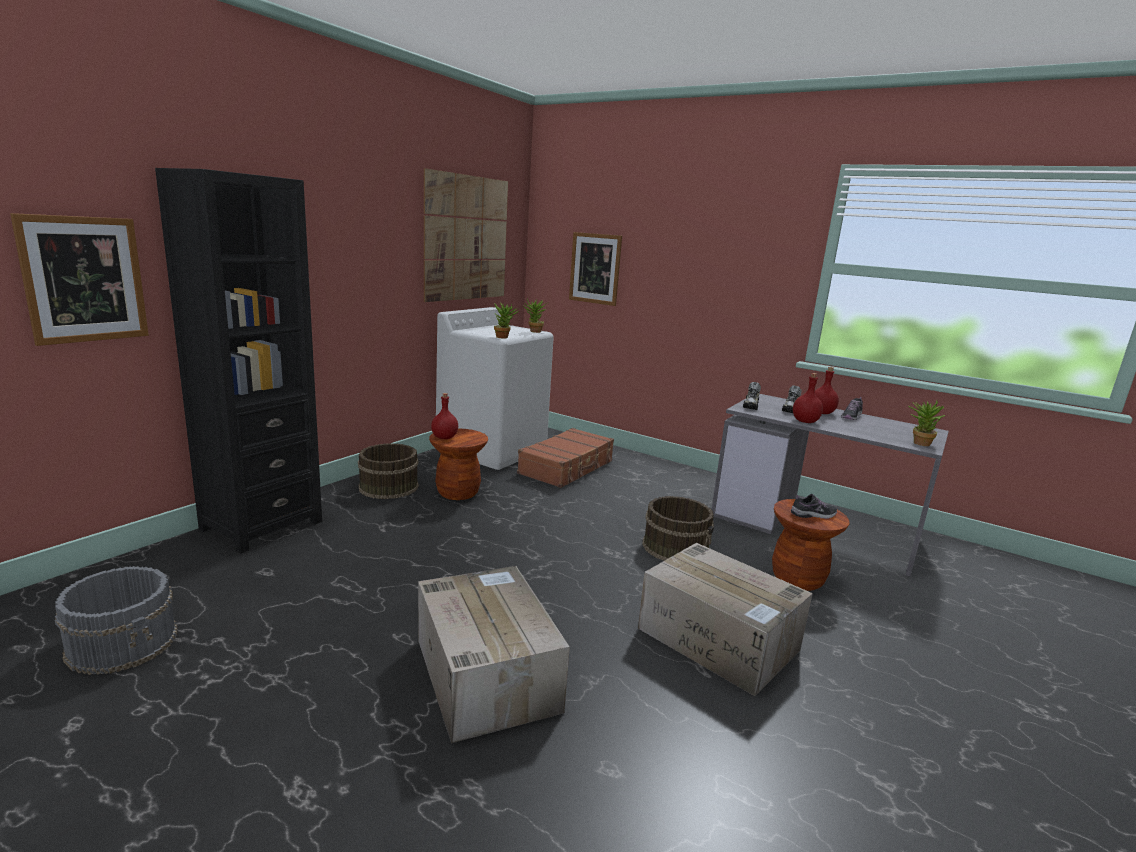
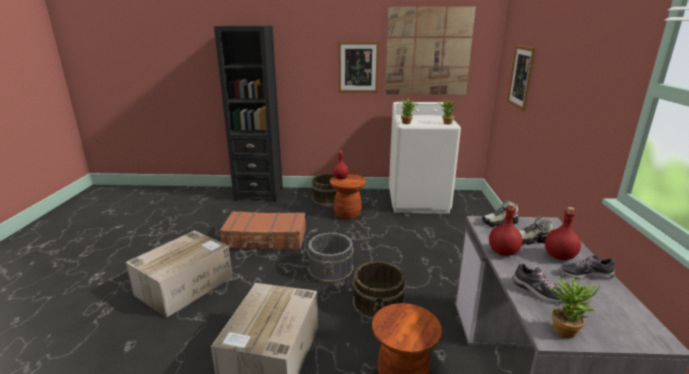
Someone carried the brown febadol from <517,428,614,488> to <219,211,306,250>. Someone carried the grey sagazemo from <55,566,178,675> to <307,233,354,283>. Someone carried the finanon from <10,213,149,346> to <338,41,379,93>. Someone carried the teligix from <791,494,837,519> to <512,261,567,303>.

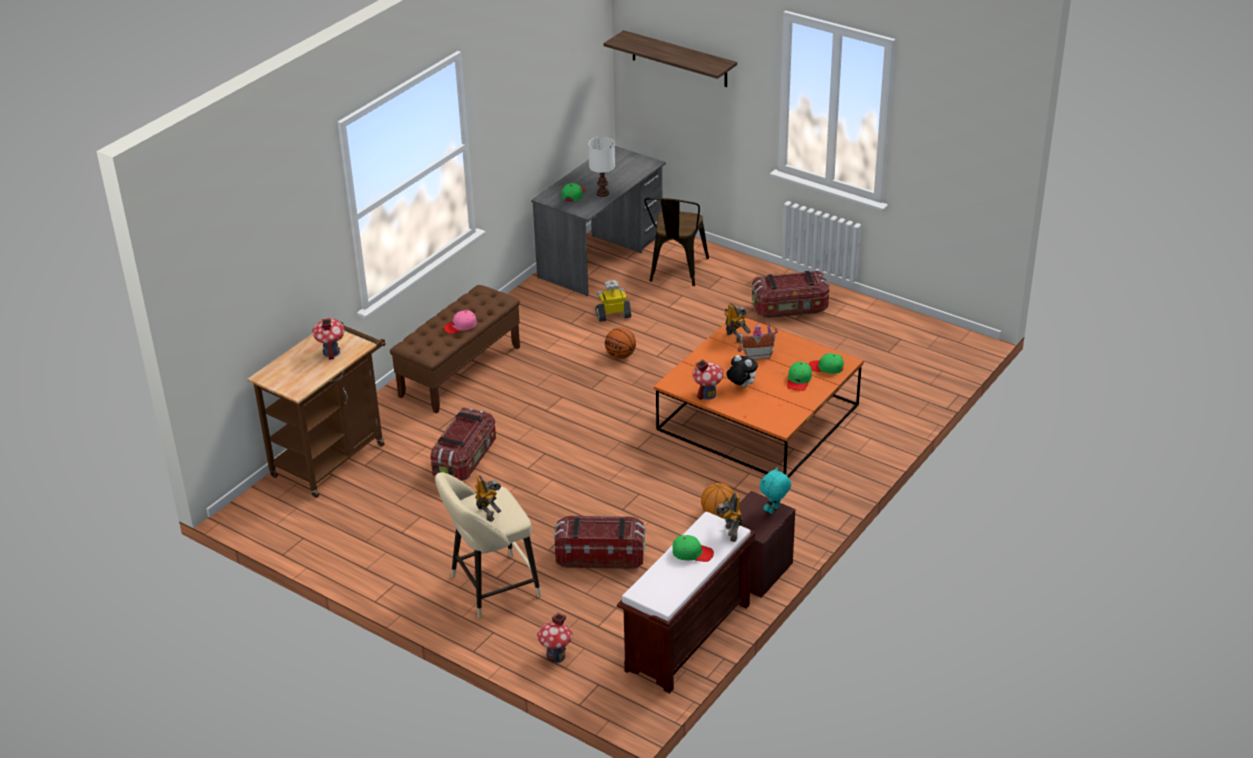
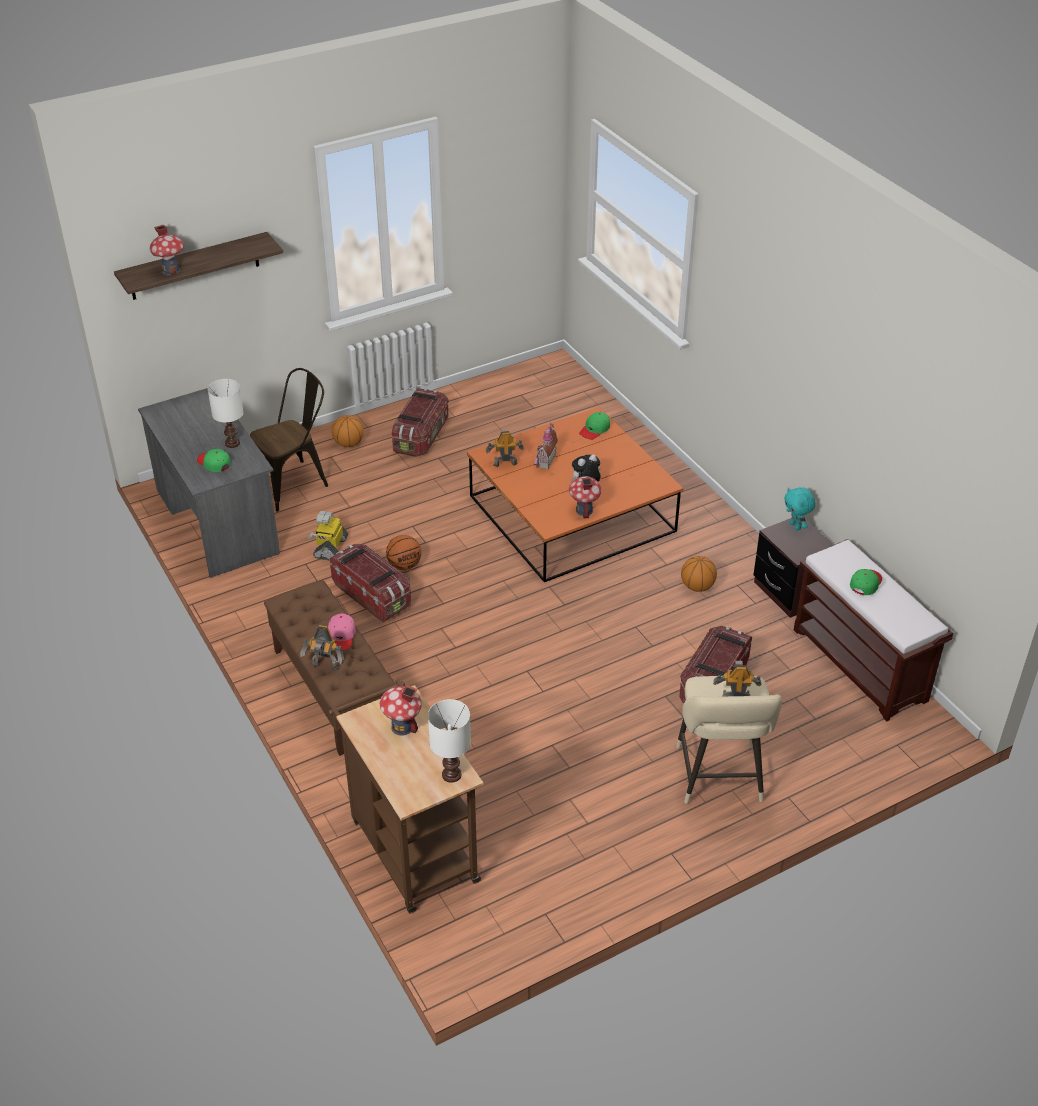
Someone carried the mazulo from <537,612,573,663> to <150,225,184,276>. Someone rotated the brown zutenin at <644,198,709,286> by 75 degrees counterclockwise. Someone carried the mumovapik from <715,493,742,542> to <300,625,344,671>. Someone carried the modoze from <430,407,496,481> to <329,544,411,623>. Someone put down the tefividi at <332,415,364,447>. Someone put down the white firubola at <428,699,471,783>. Someone took away the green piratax at <787,362,812,391>.

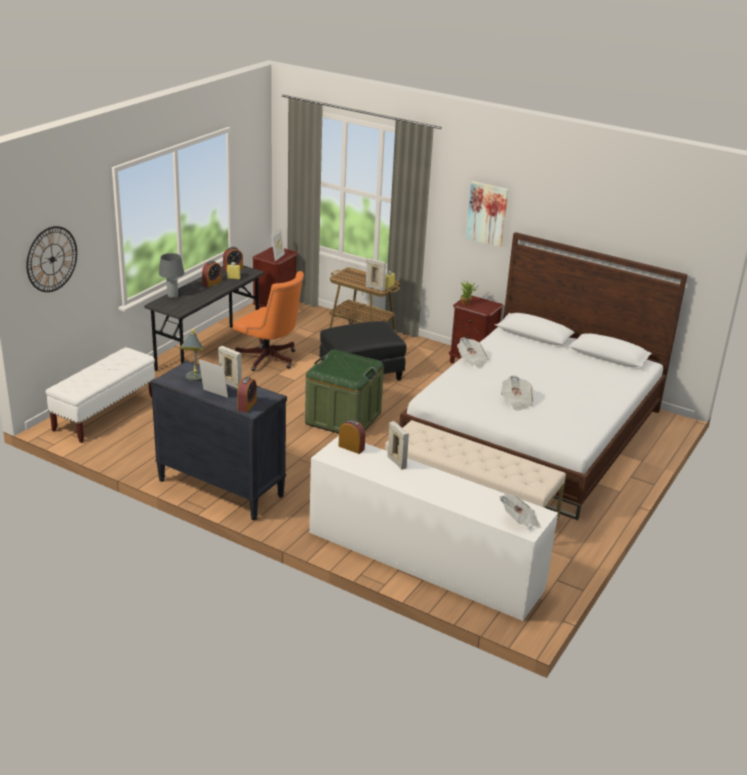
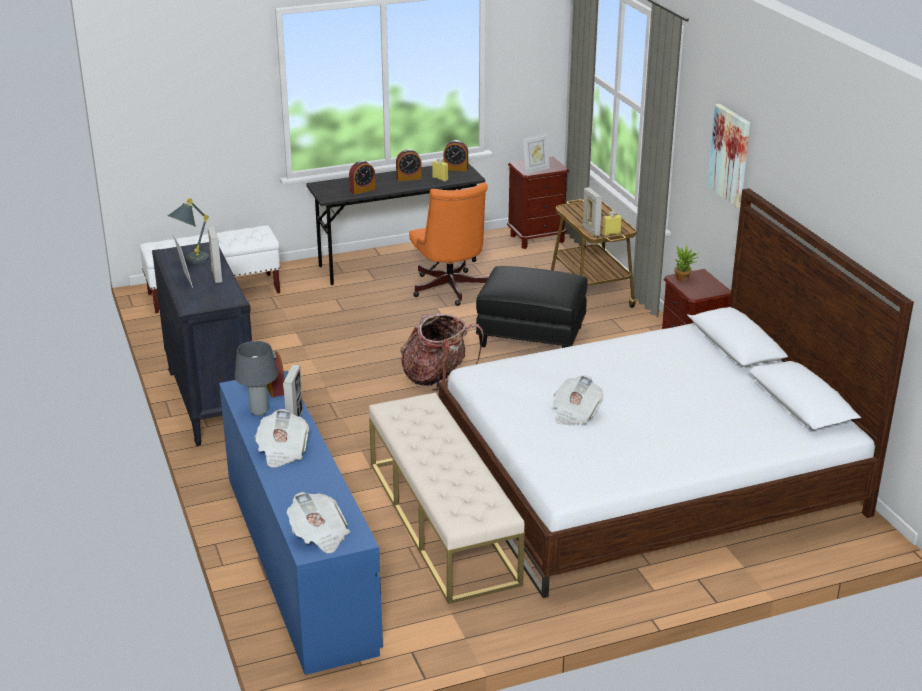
Someone repainted the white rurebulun at <309,436,558,621>, which became the blue rurebulun at <219,371,383,675>. Someone carried the grey firubola from <159,253,184,298> to <235,341,278,416>. Someone carried the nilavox from <457,337,489,368> to <255,409,309,468>. Someone carried the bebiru from <237,377,257,413> to <349,160,376,195>. Someone swapped the green modoze at <305,349,384,434> for the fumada at <401,313,484,391>. Someone took away the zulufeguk at <26,226,77,292>.

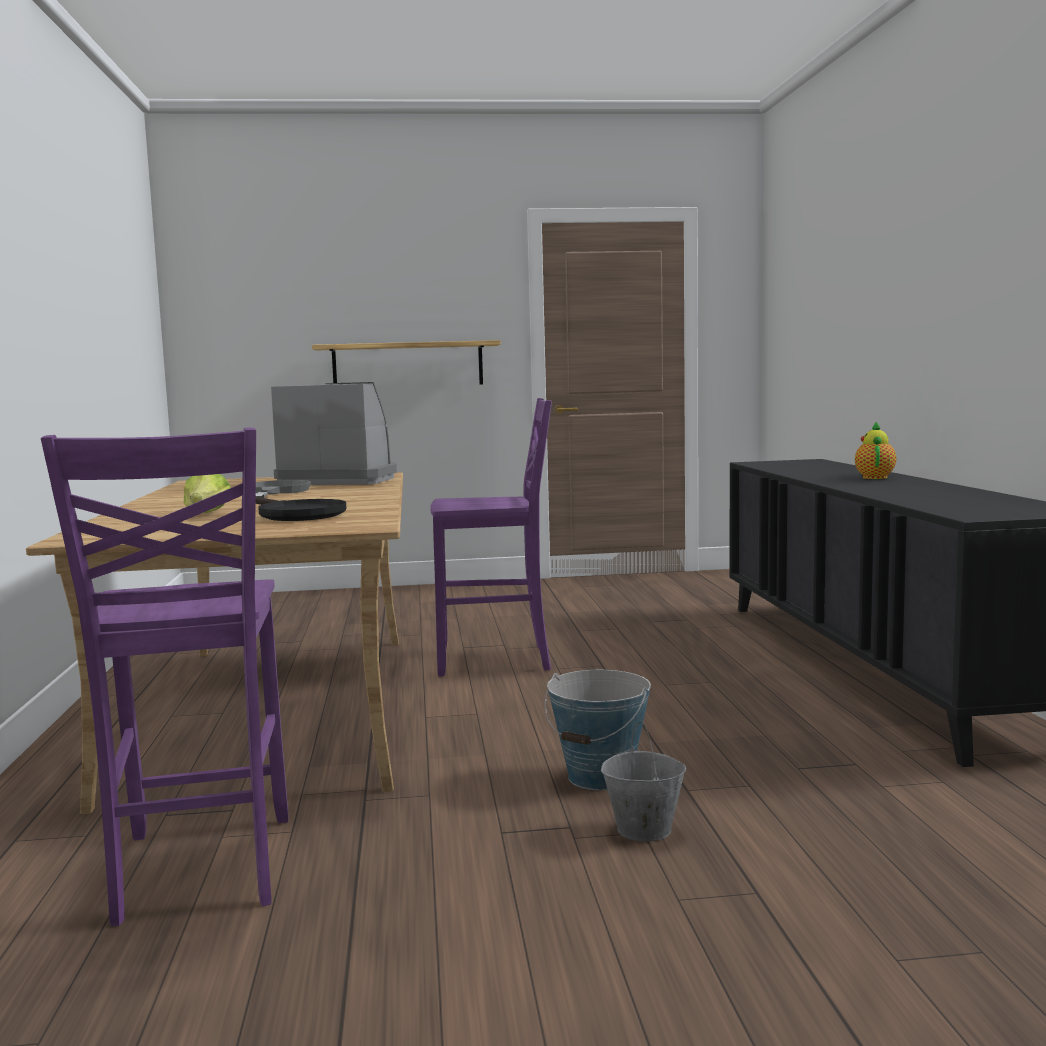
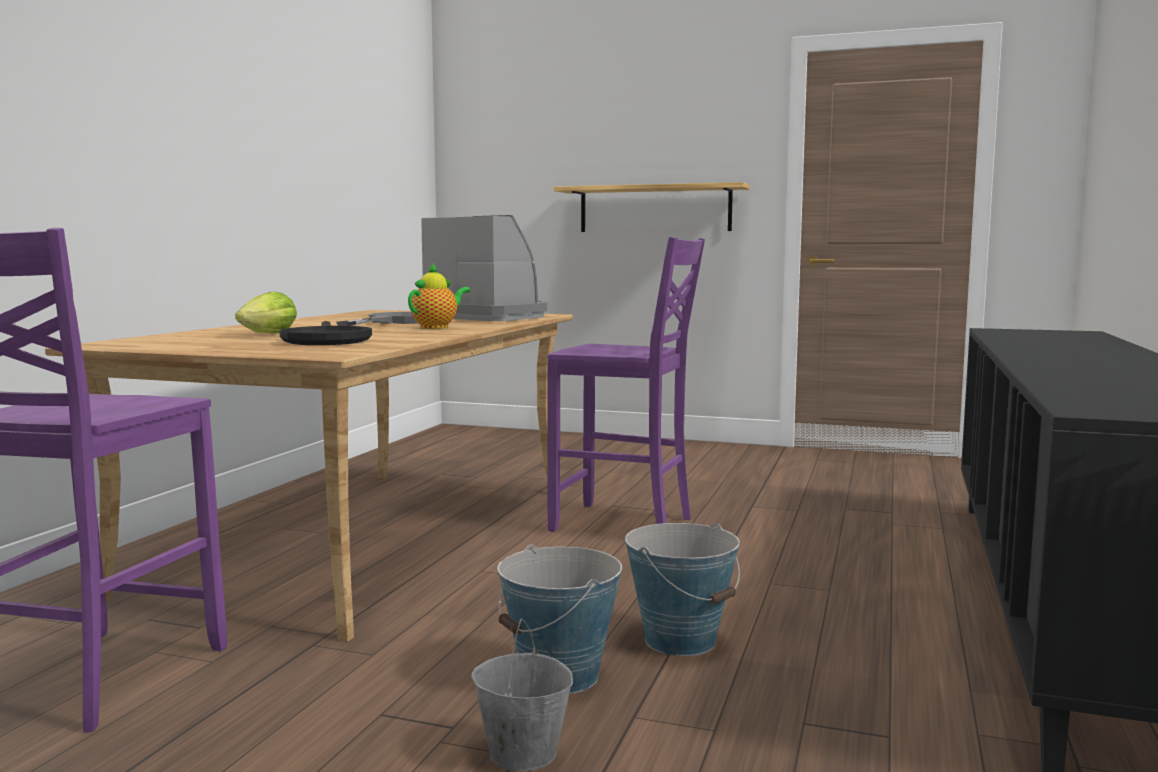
Someone carried the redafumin from <855,421,896,479> to <408,262,470,329>. Someone put down the sagazemo at <625,523,740,656>.

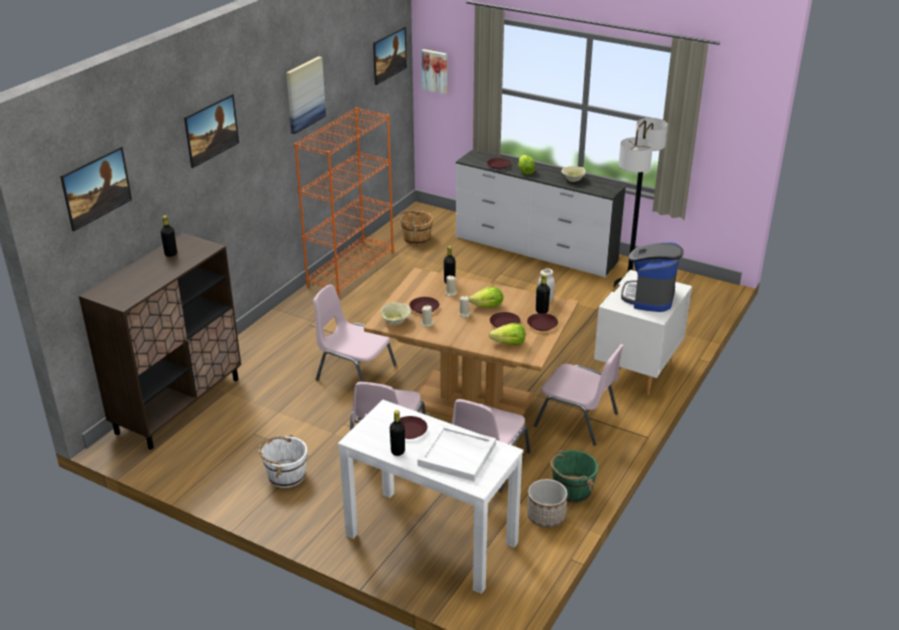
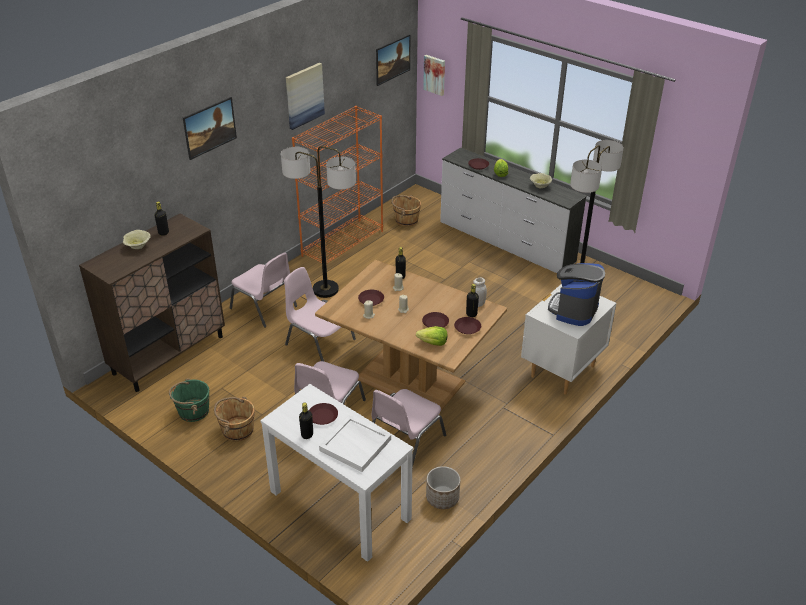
Someone carried the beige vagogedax from <380,302,411,325> to <123,230,151,249>. Someone carried the green sagazemo from <550,450,598,503> to <169,378,209,422>. Someone repainted the white sagazemo at <259,434,307,488>, which became the brown sagazemo at <214,397,255,441>. Someone carried the pink zutenin from <534,344,624,445> to <230,253,297,328>. Someone put down the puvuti at <281,146,356,298>. Someone took away the finanon at <60,147,132,231>. Someone took away the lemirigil at <469,287,503,308>.

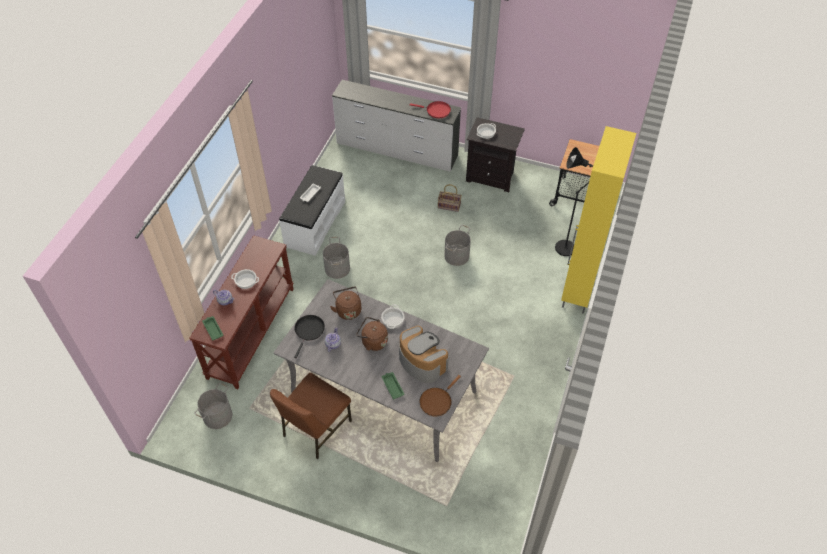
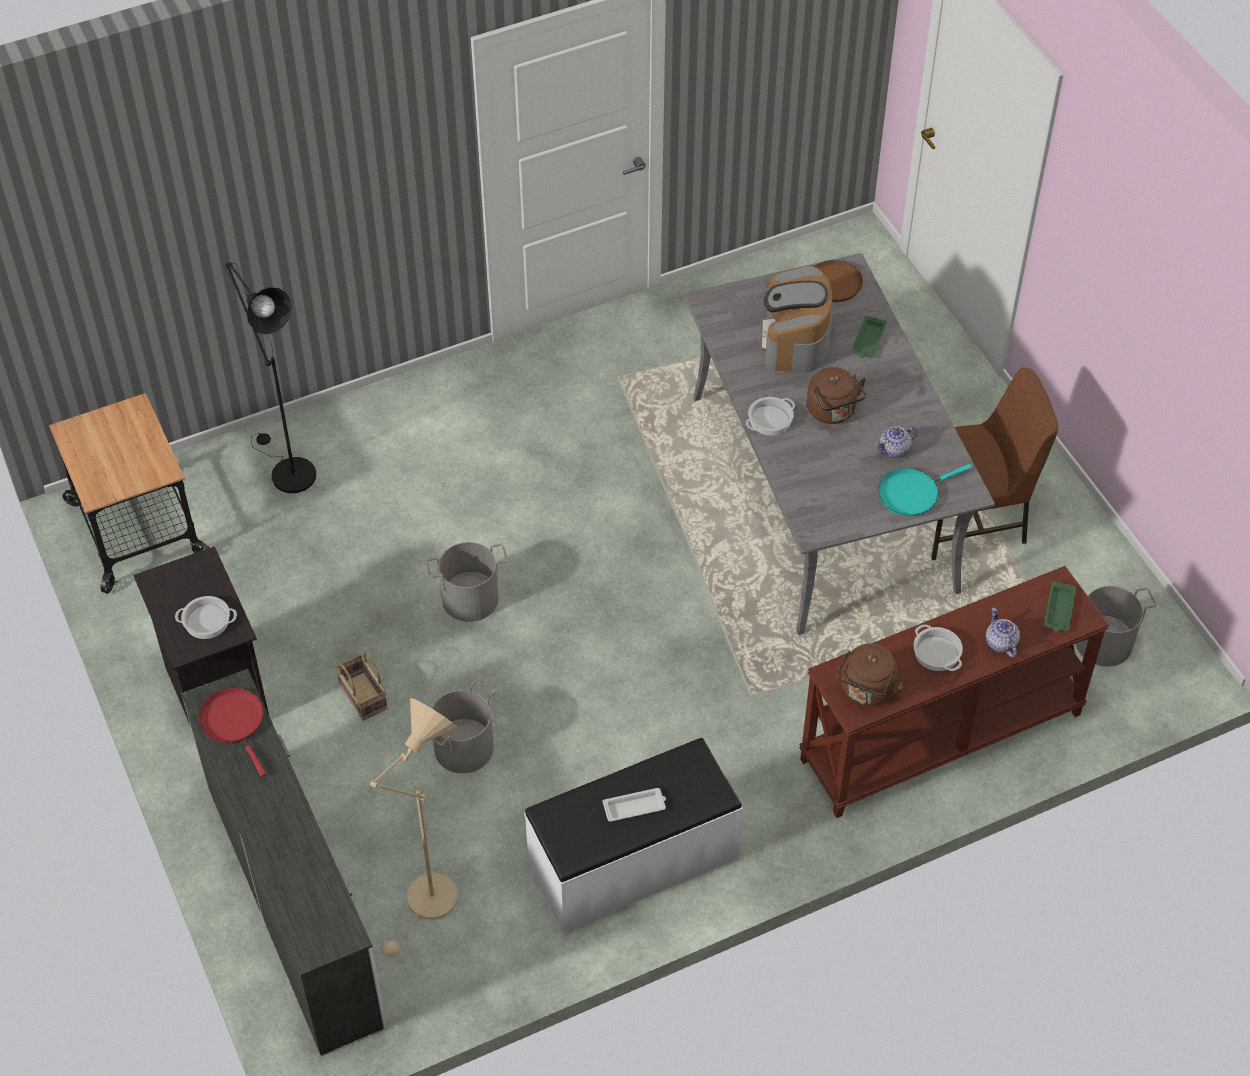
Someone put down the beige puvuti at <368,698,458,963>. Someone carried the grey sagazemo from <323,237,350,279> to <432,679,496,773>. Someone carried the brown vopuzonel from <330,286,361,320> to <836,643,908,706>. Someone repainted the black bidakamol at <294,315,325,358>, which became the turquoise bidakamol at <878,464,972,517>. Someone took away the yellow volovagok at <561,126,636,314>.

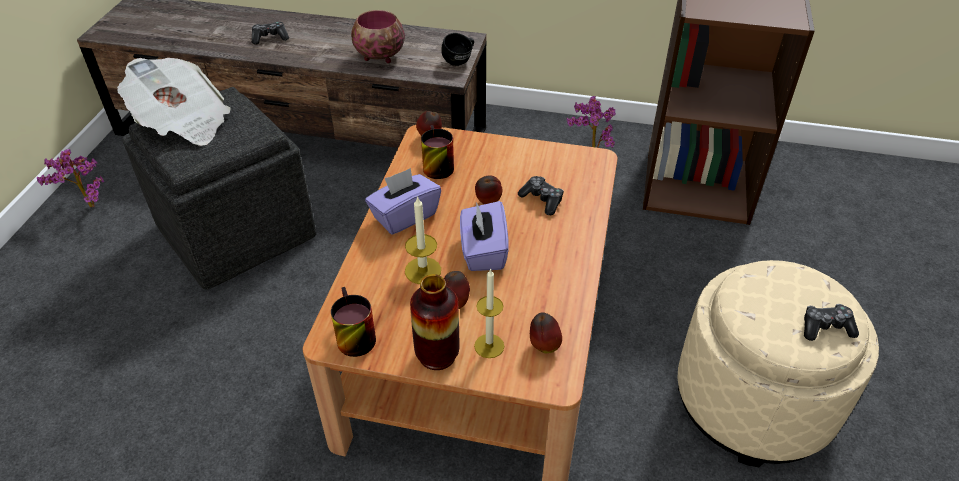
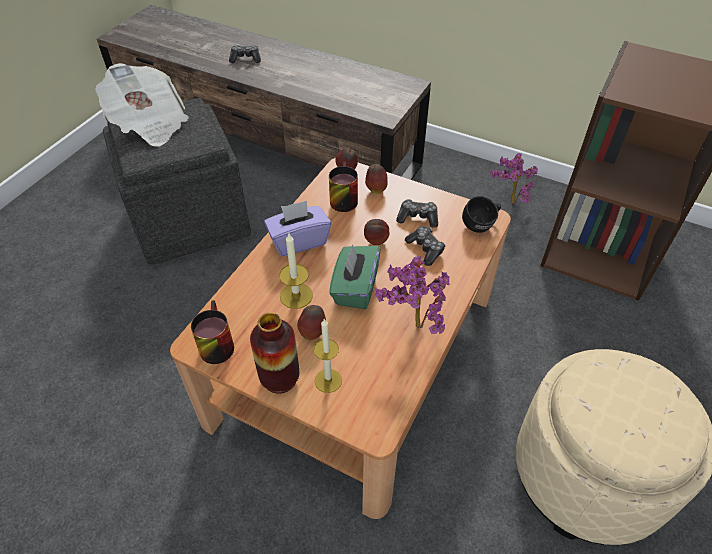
Someone repainted the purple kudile at <460,201,509,271>, which became the green kudile at <329,244,381,309>. Someone carried the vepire from <530,312,562,354> to <365,164,388,194>. Someone carried the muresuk from <37,149,104,208> to <375,256,450,334>. Someone carried the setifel from <804,304,859,341> to <396,199,438,228>. Someone carried the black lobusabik from <442,33,474,66> to <462,196,501,233>. Someone took away the vagogedax at <351,10,405,63>.

